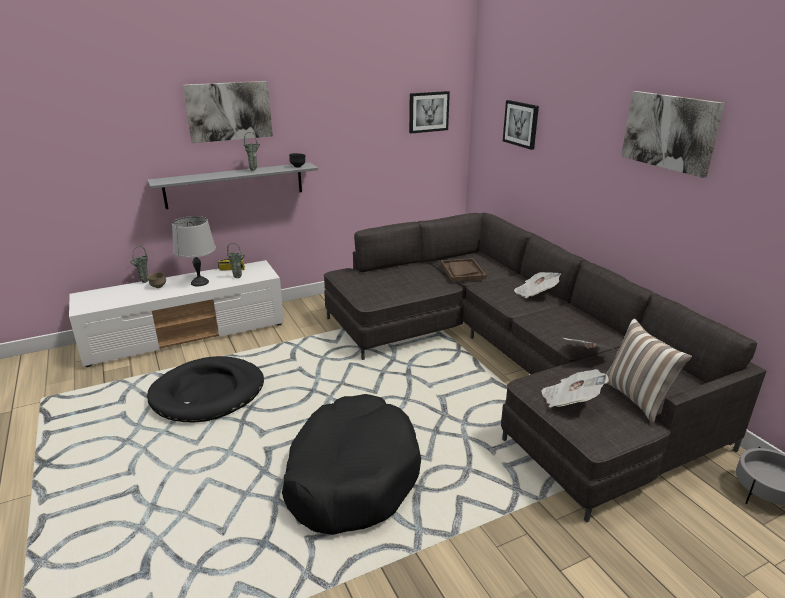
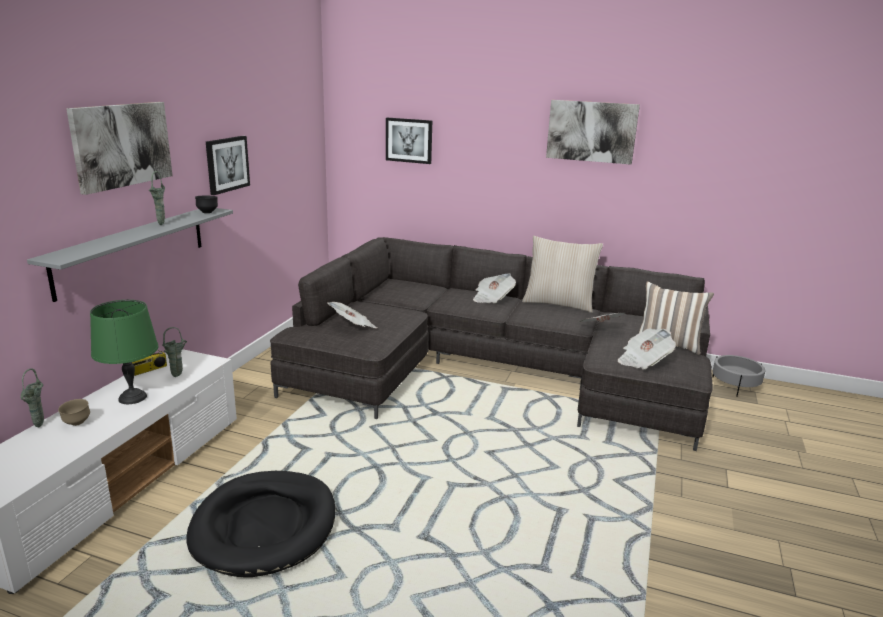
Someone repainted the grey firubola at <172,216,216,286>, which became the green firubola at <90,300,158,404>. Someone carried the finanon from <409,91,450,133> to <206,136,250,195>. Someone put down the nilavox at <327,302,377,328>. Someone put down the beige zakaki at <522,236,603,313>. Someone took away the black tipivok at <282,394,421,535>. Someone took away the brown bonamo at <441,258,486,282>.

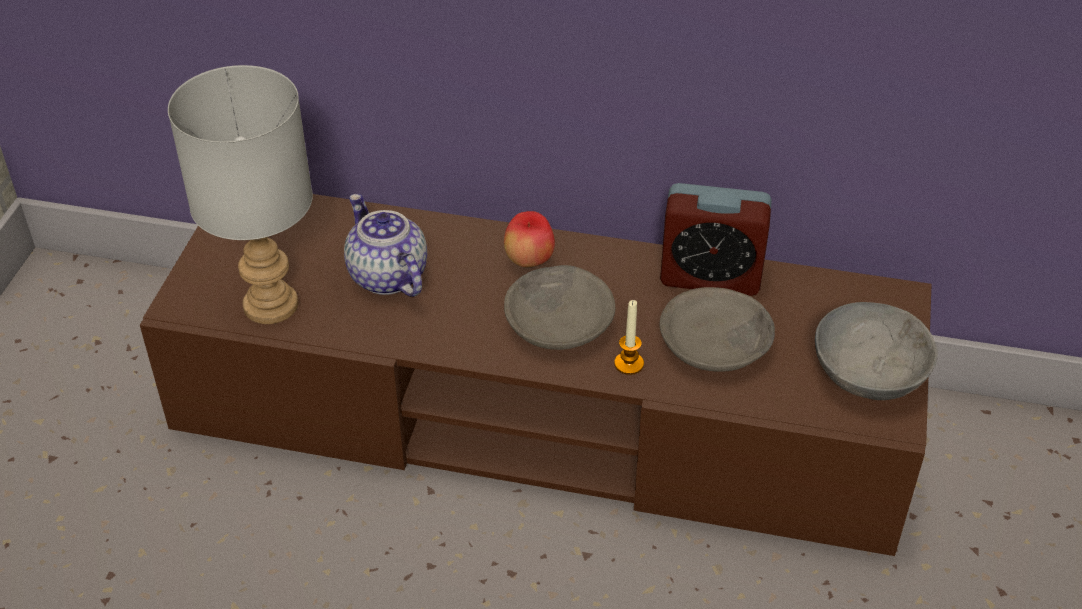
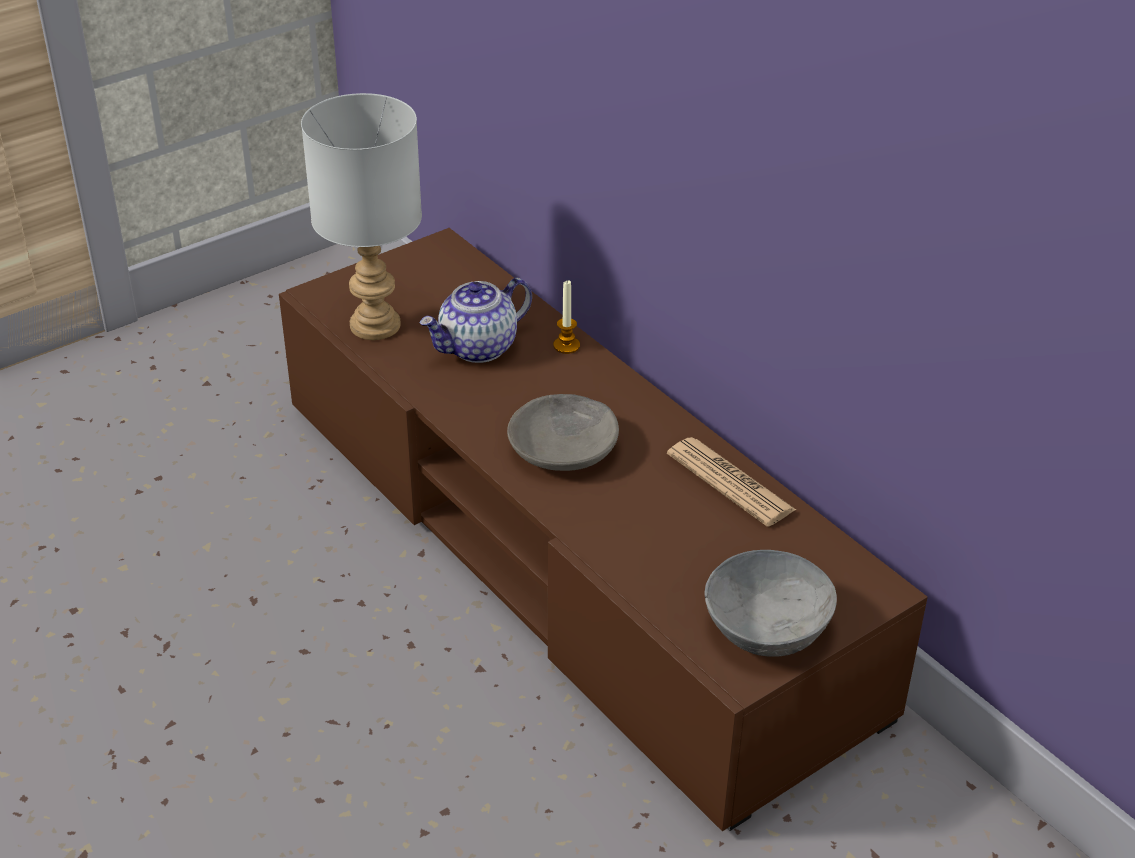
Someone rotated the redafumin at <344,194,427,297> by 135 degrees counterclockwise. Someone carried the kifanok from <614,300,644,375> to <553,281,580,354>. Someone swapped the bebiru at <660,183,772,296> for the nilavox at <667,437,796,527>. Someone took away the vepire at <504,211,555,267>. Someone took away the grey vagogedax at <660,287,775,372>.

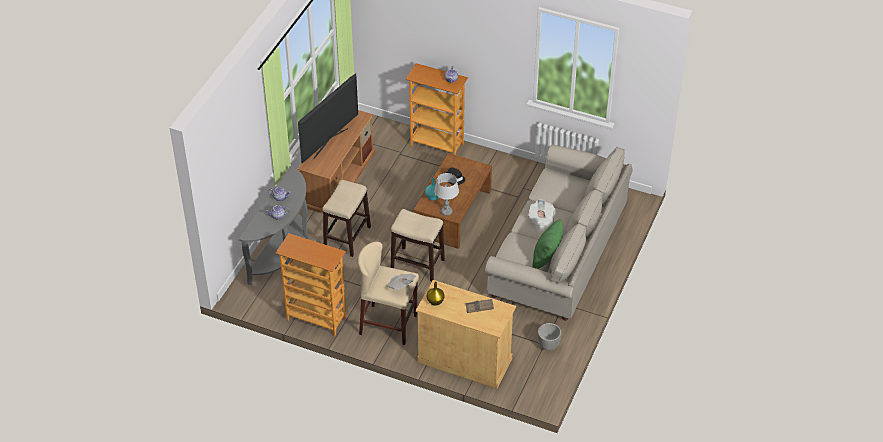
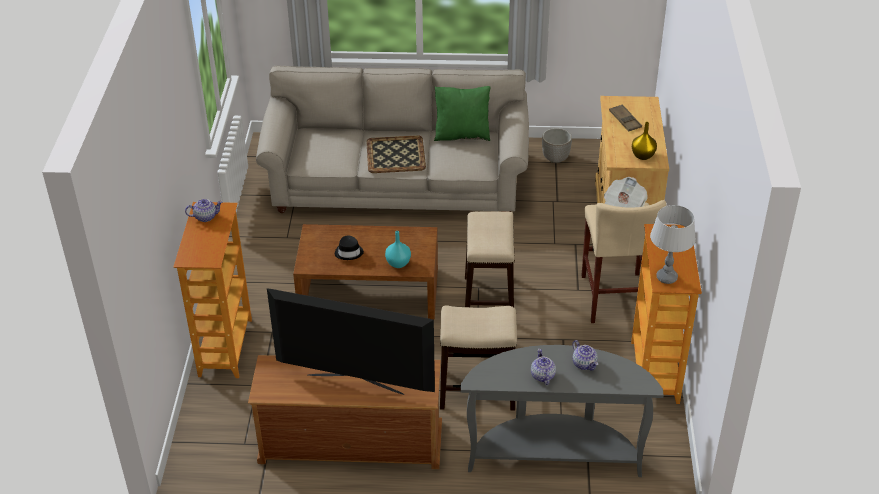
Someone swapped the nilavox at <528,199,555,232> for the bonamo at <366,135,426,173>. Someone carried the grey firubola from <434,173,459,216> to <650,205,696,284>.

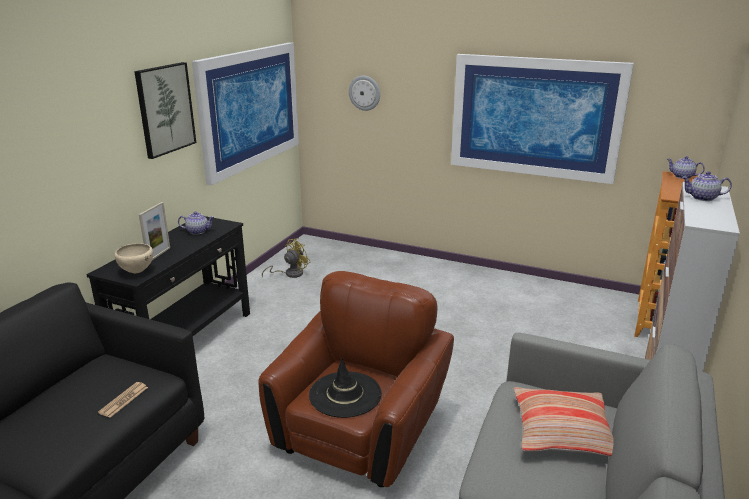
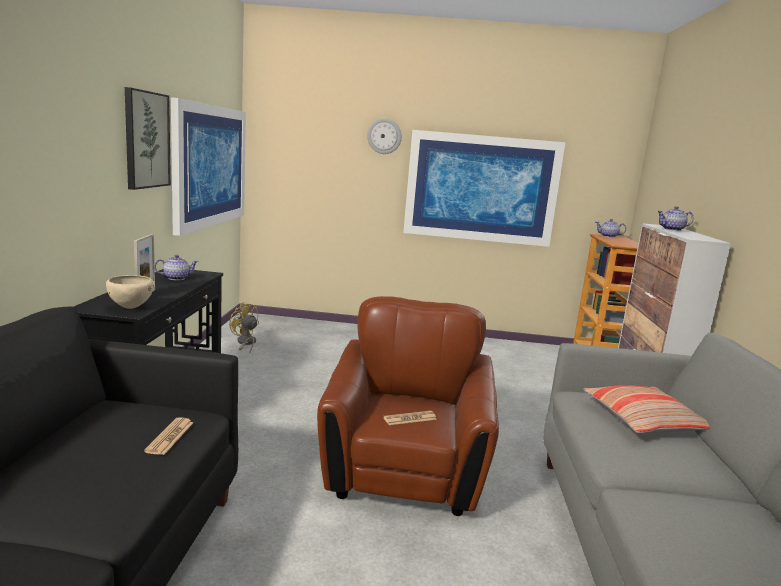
Someone rotated the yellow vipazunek at <262,238,310,278> by 75 degrees counterclockwise. Someone carried the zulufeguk from <349,76,380,111> to <367,118,402,154>. Someone swapped the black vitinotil at <309,358,382,418> for the nilavox at <383,411,437,425>.

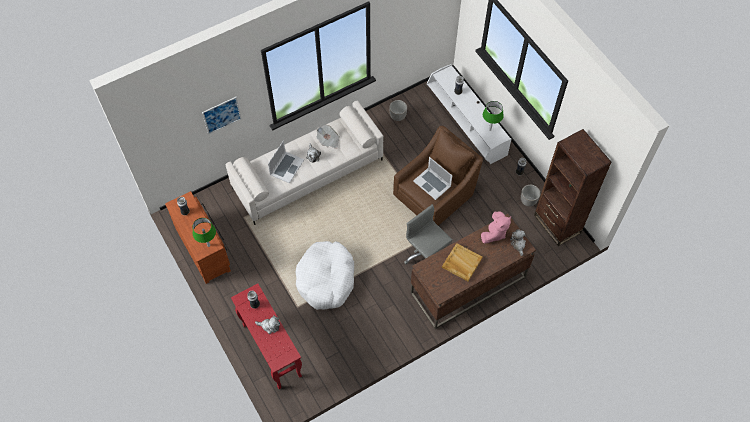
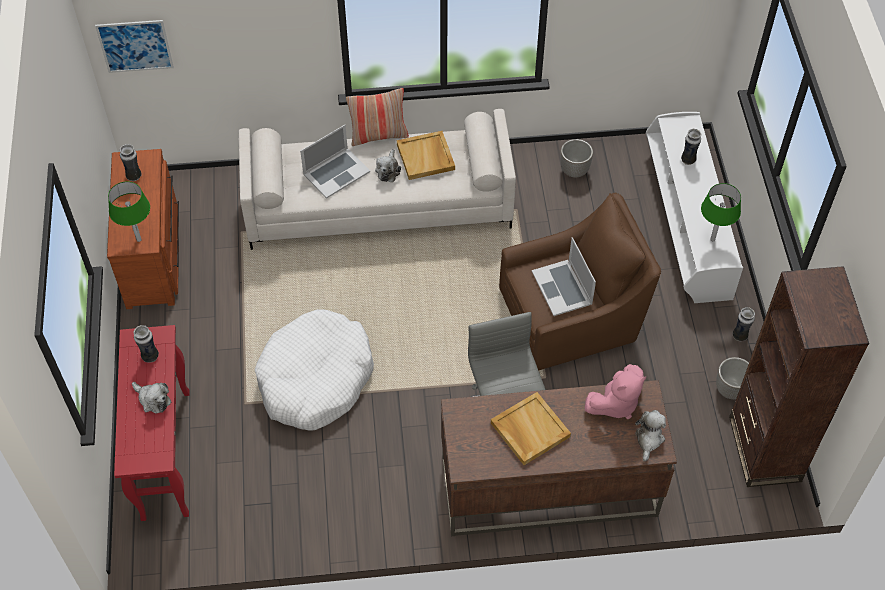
Someone carried the finanon from <202,97,242,134> to <95,20,174,73>. Someone put down the zakaki at <346,88,409,146>. Someone swapped the nilavox at <317,125,340,149> for the beige bonamo at <397,131,455,180>.

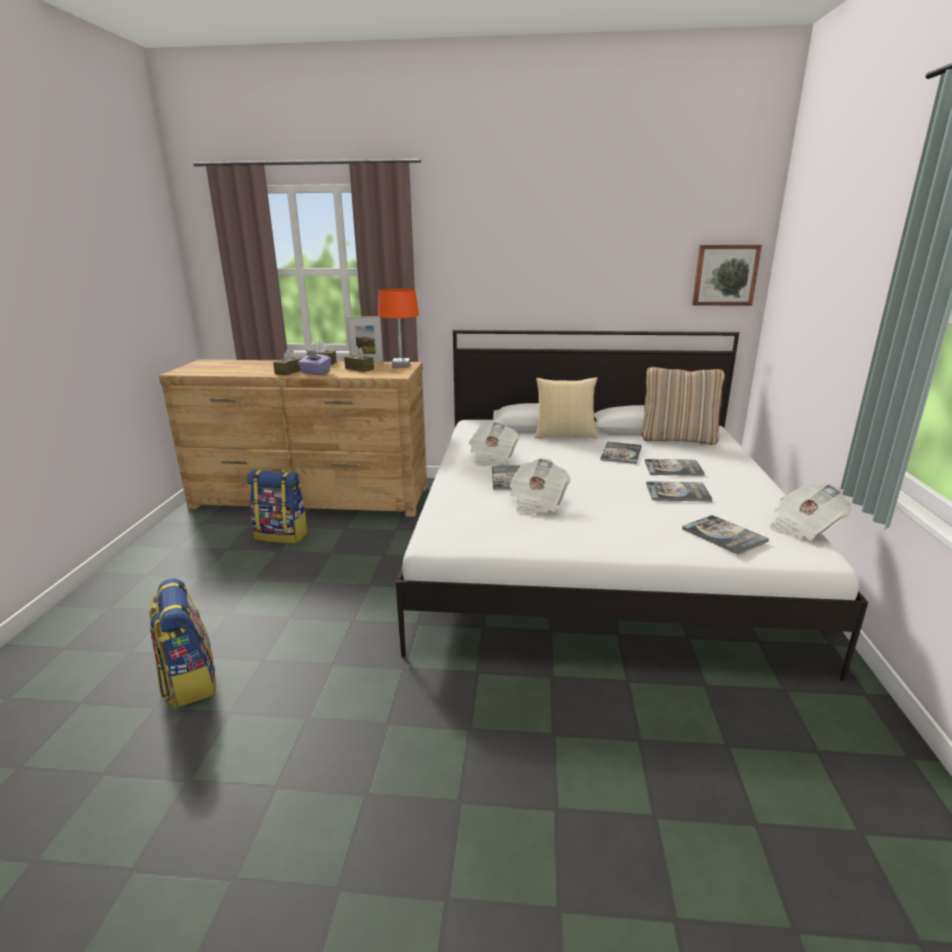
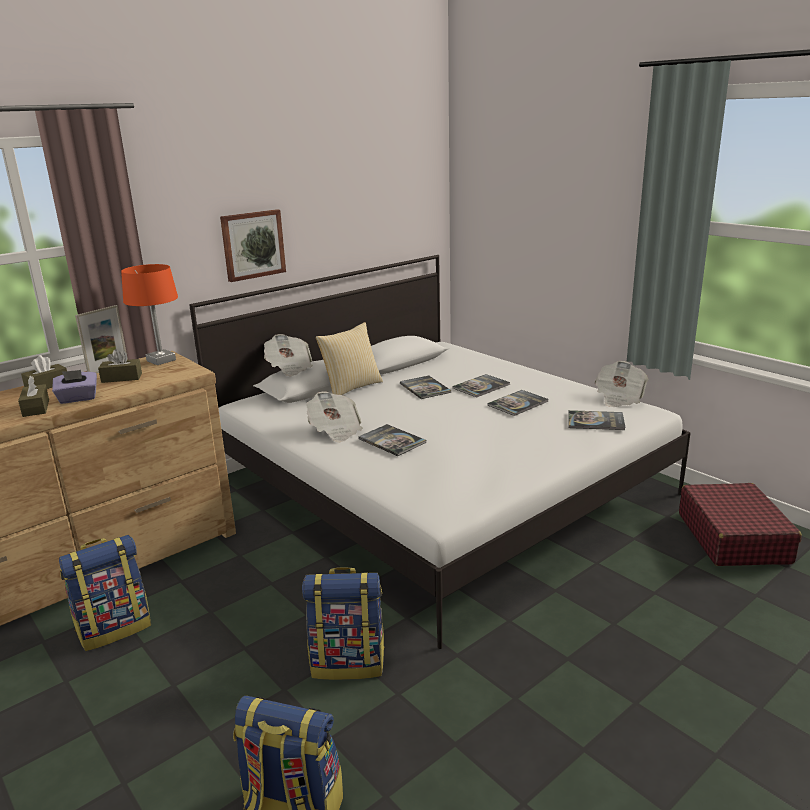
Someone carried the finanon from <692,245,762,306> to <220,209,286,282>. Someone carried the nilavox from <509,458,571,515> to <264,334,313,376>. Someone put down the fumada at <302,567,385,680>. Someone put down the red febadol at <679,483,802,566>. Someone took away the beige zakaki at <641,367,725,445>.

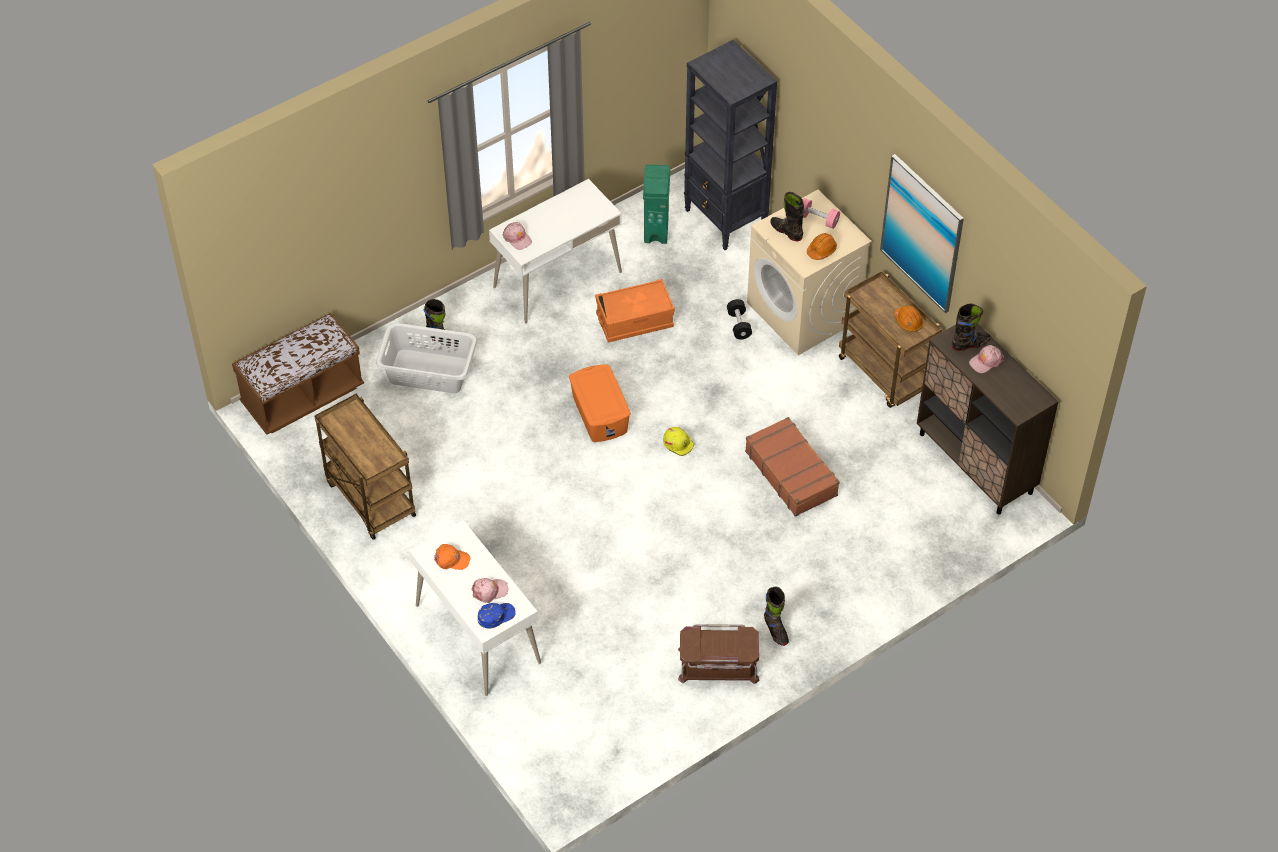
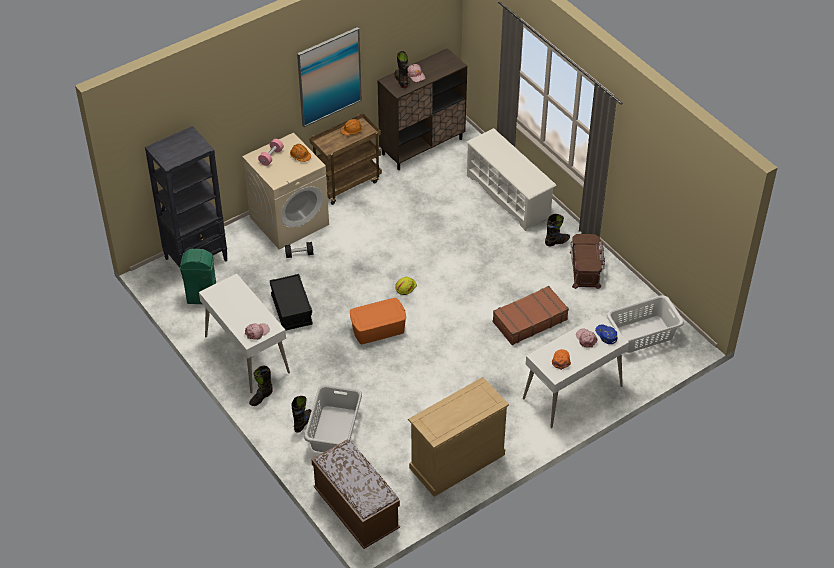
Someone carried the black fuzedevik from <770,192,805,241> to <249,366,273,406>. Someone repainted the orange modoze at <595,279,675,343>, which became the black modoze at <270,274,313,330>. Someone swapped the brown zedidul at <315,394,416,540> for the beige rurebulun at <408,377,509,497>. Someone put down the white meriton at <467,128,557,231>. Someone carried the brown febadol from <745,417,840,517> to <493,286,569,345>. Someone put down the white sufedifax at <607,295,684,353>.

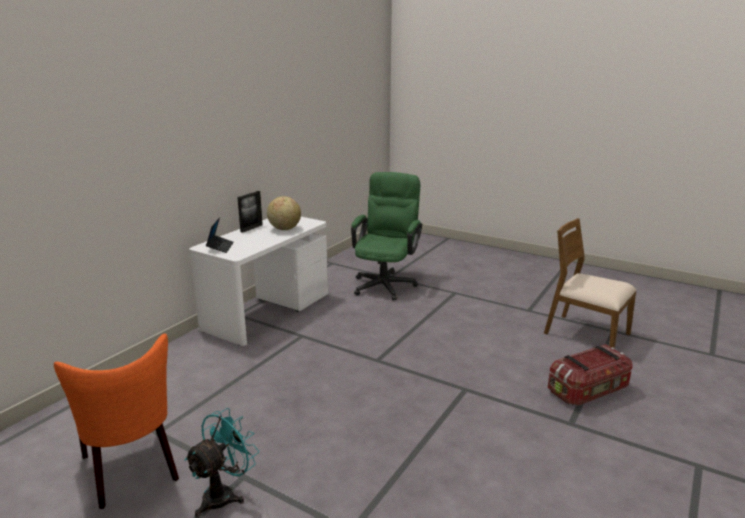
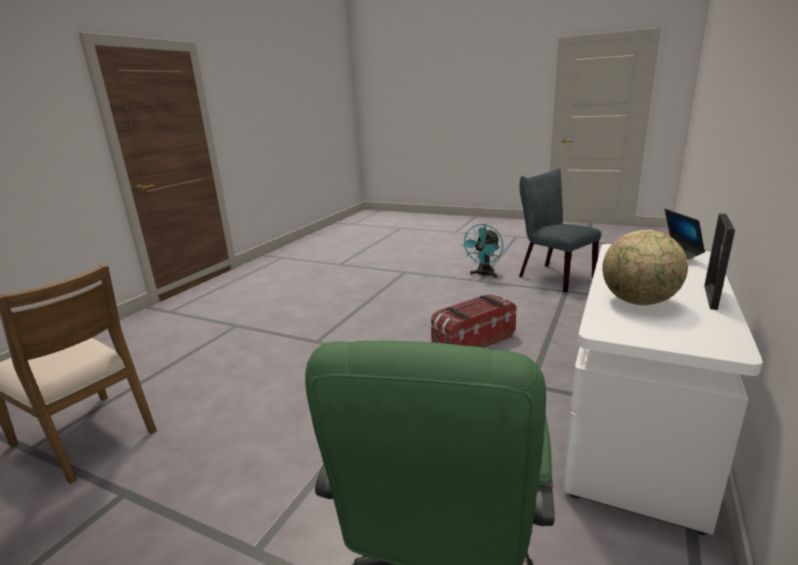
Someone carried the modoze from <548,344,633,406> to <431,295,517,348>. Someone repainted the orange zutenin at <54,334,179,509>, which became the grey zutenin at <519,168,601,292>.

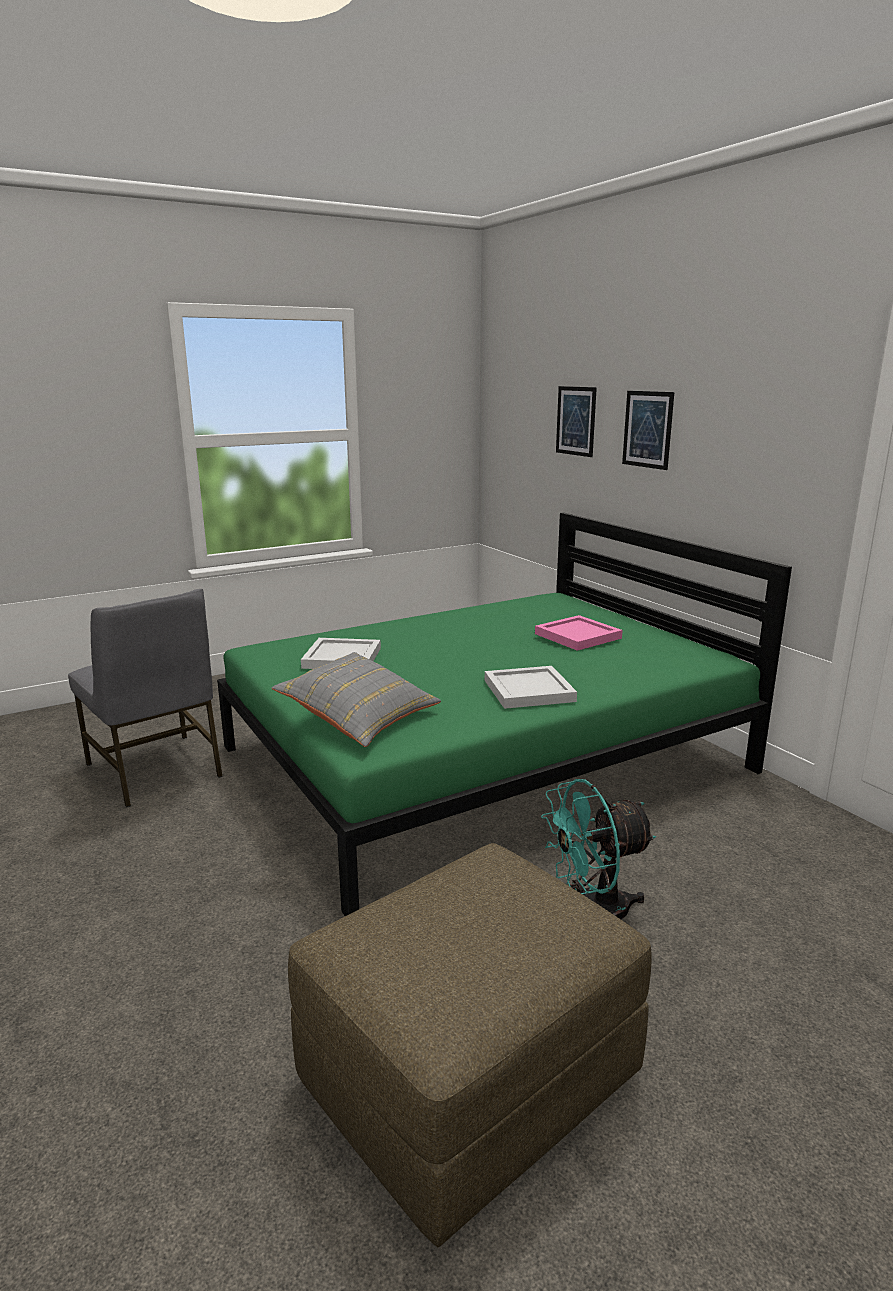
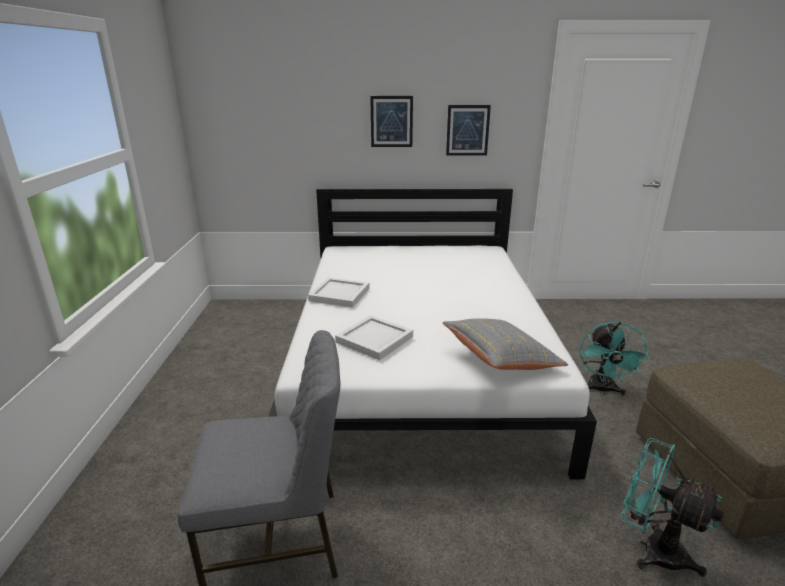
Someone repainted the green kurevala at <217,512,792,916>, which became the white kurevala at <268,189,597,479>. Someone carried the white bonamo from <485,666,577,709> to <308,277,370,308>. Someone carried the finanon from <556,386,597,457> to <446,105,491,156>. Someone put down the turquoise vipazunek at <620,438,724,577>. Someone took away the pink bonamo at <535,615,623,651>.

